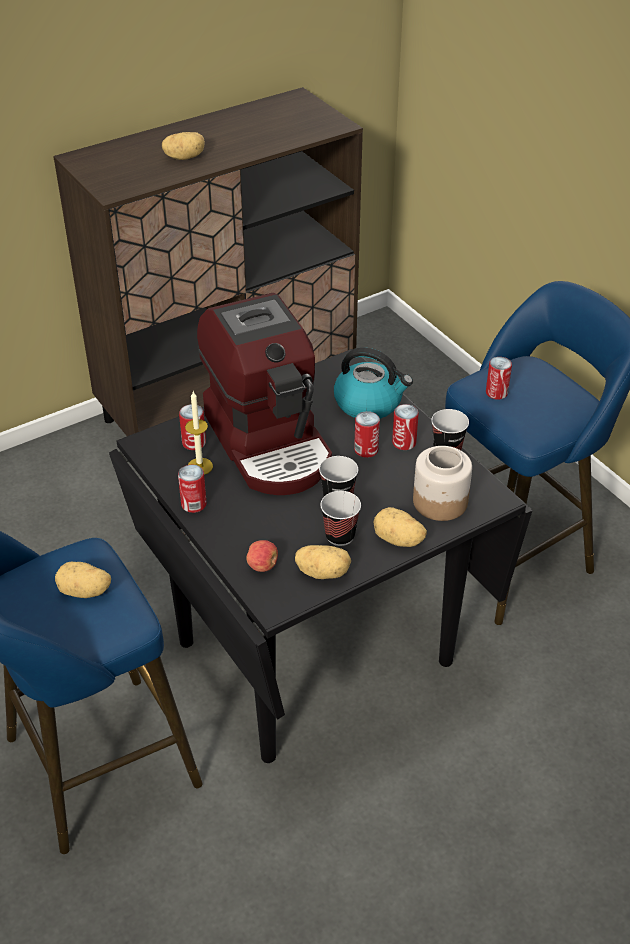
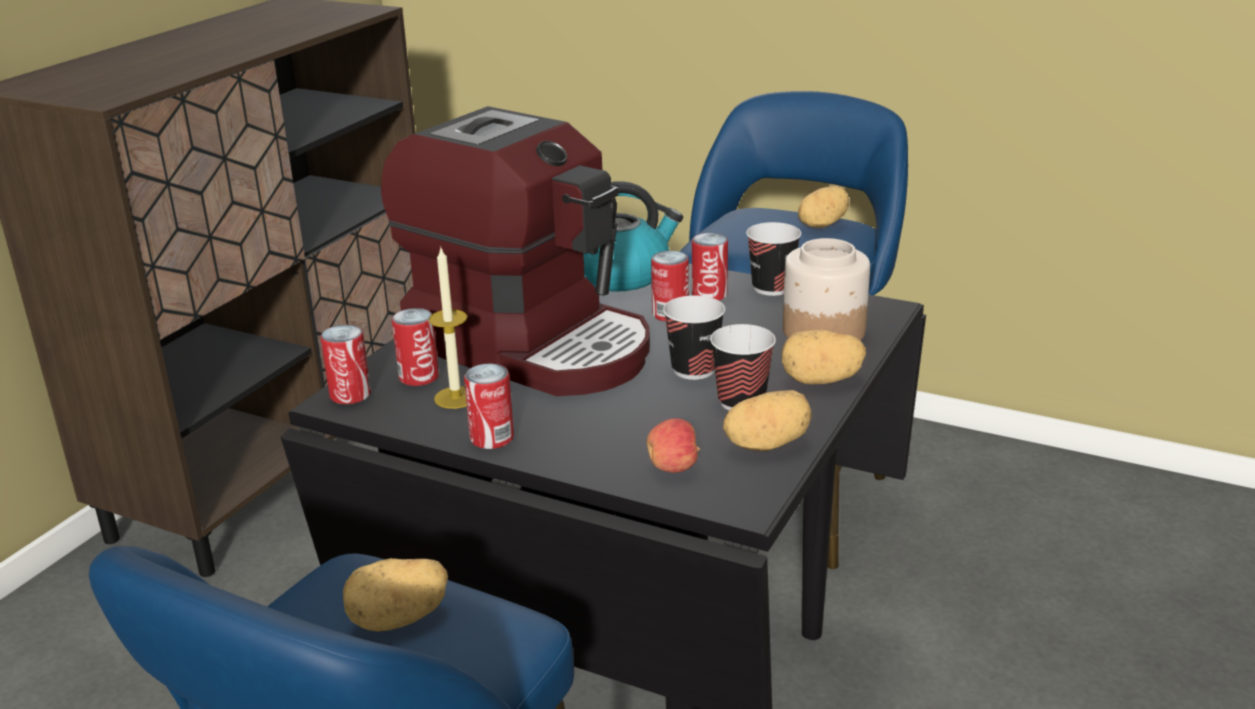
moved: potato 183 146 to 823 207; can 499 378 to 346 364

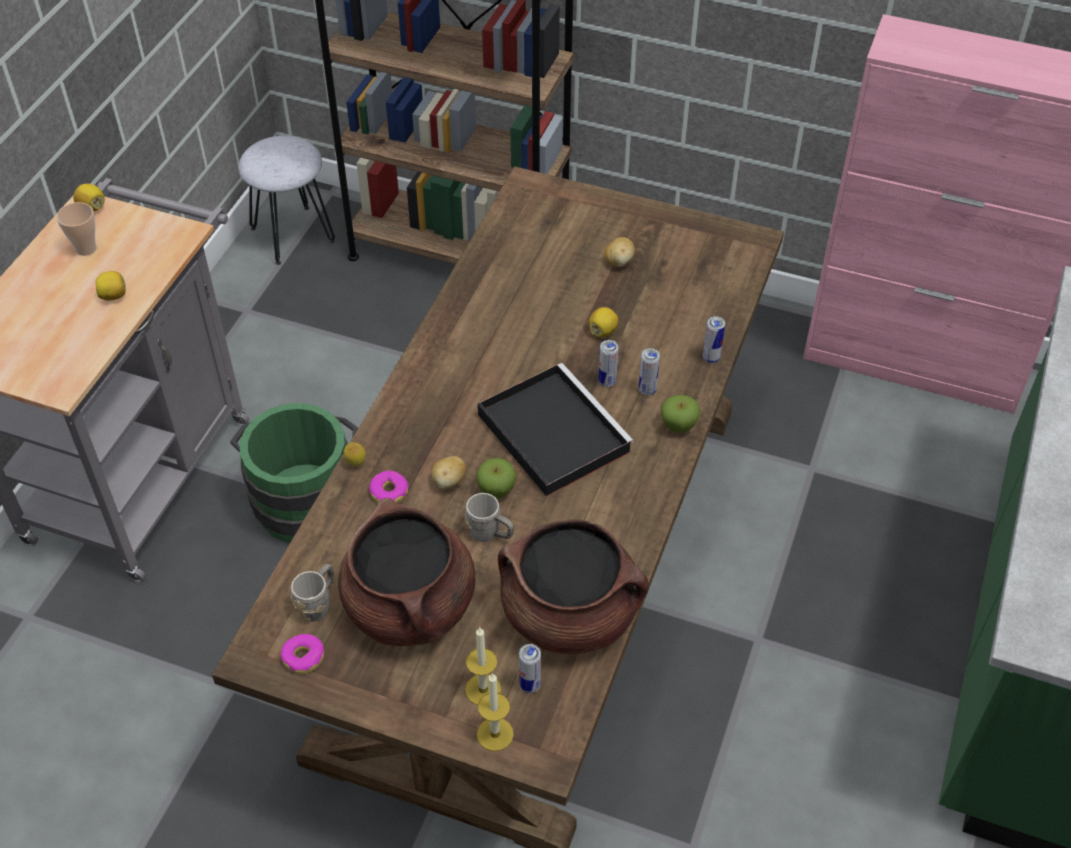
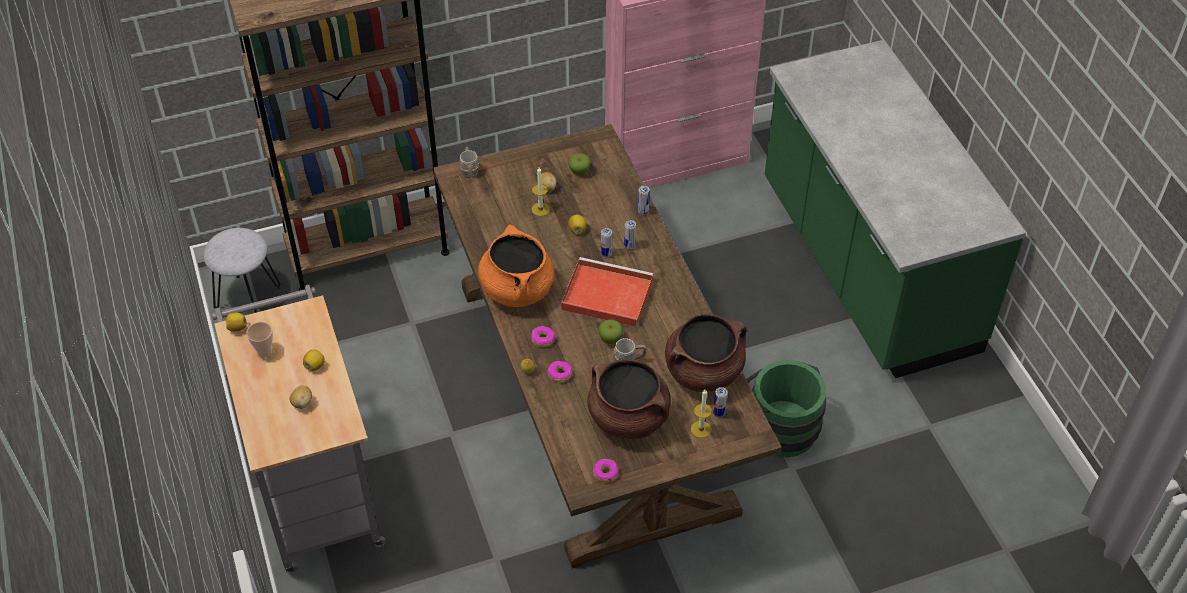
added: orange cooking pot 516 266; donut 543 336
moved: green bucket 294 473 to 786 409; grey mug 312 593 to 469 162; potato 449 472 to 300 397; candle 495 712 to 541 191; apple 681 414 to 579 164
recoloured: black tray 556 429 to red tray 607 292

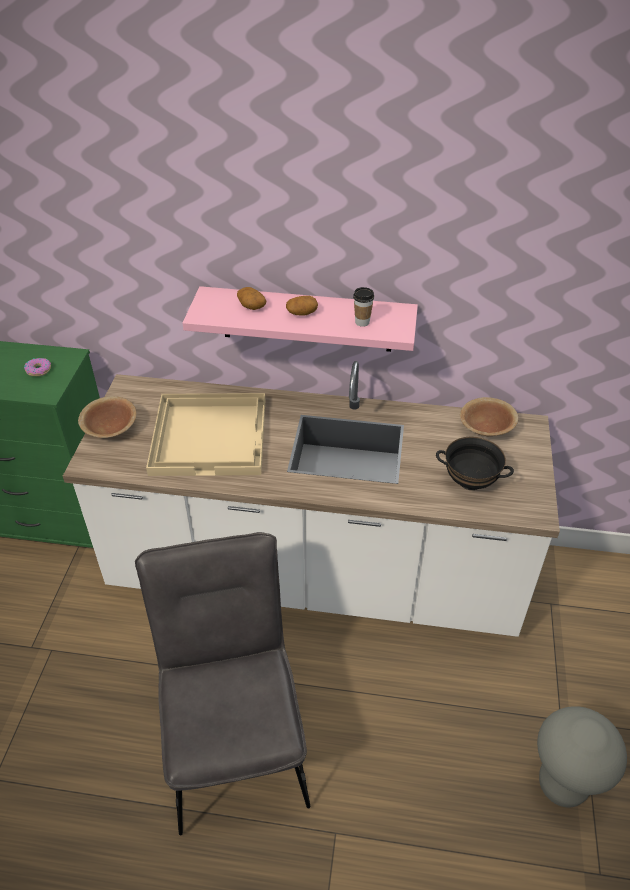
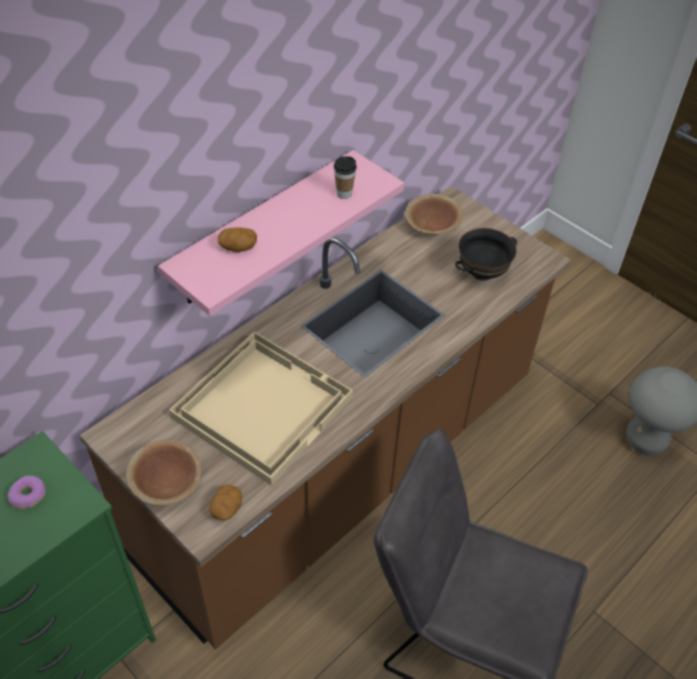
moved: potato 302 306 to 225 502
recoloured: white counter 311 499 to brown counter 325 418

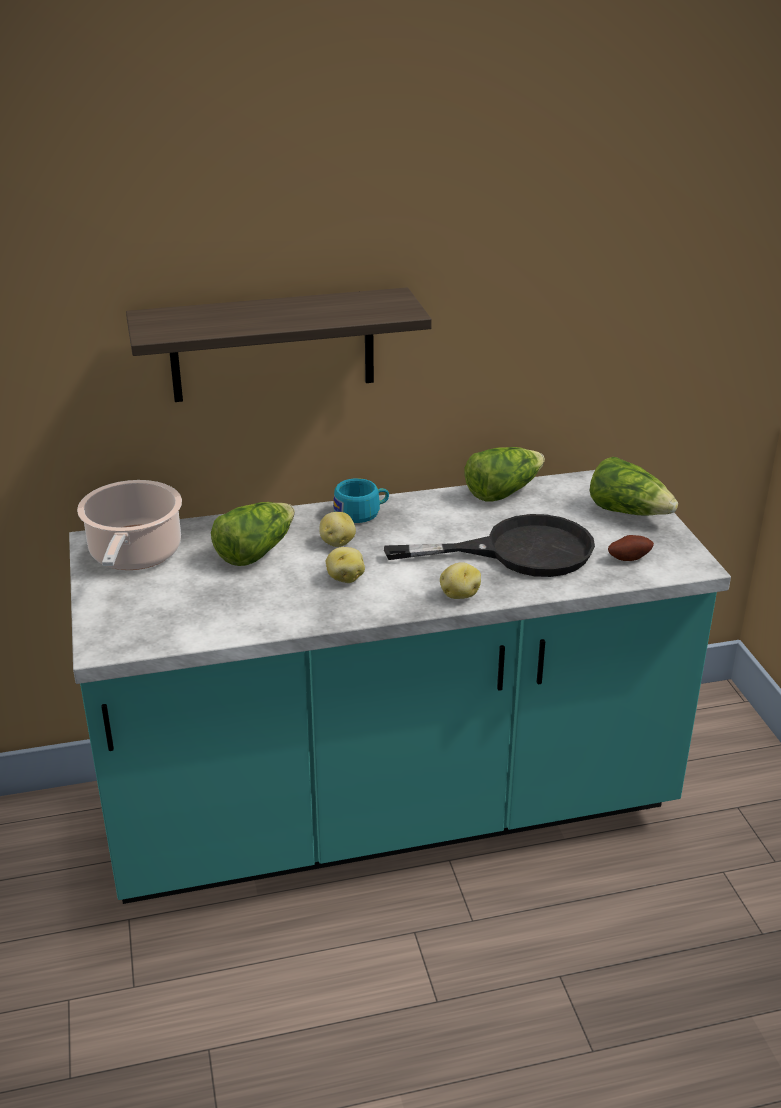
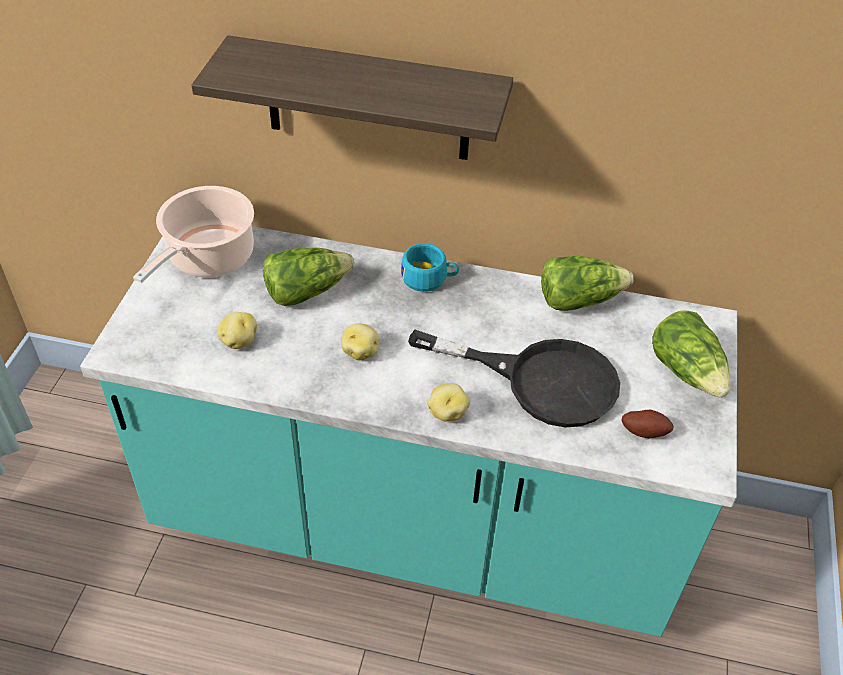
moved: potato 337 529 to 237 330

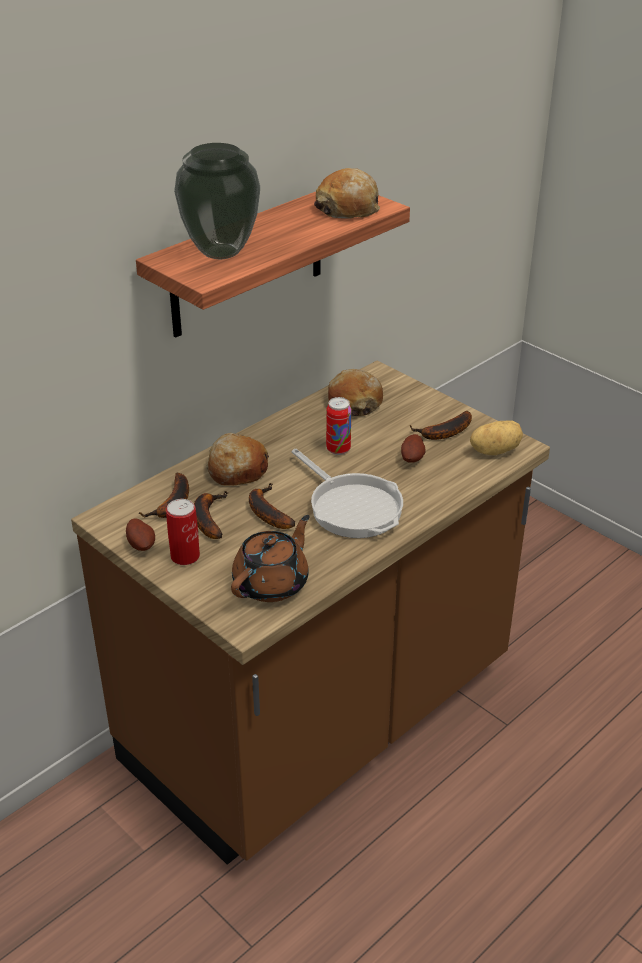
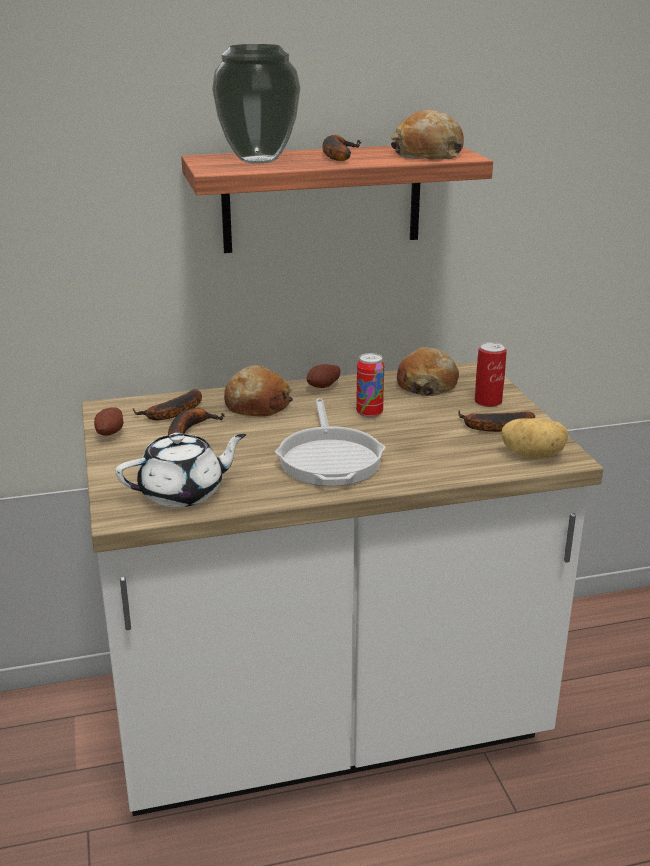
moved: can 183 532 to 491 374; banana 272 506 to 342 148; potato 413 448 to 323 376
recoloured: brown counter 310 613 to white counter 342 589; brown teapot 270 558 to white teapot 181 470

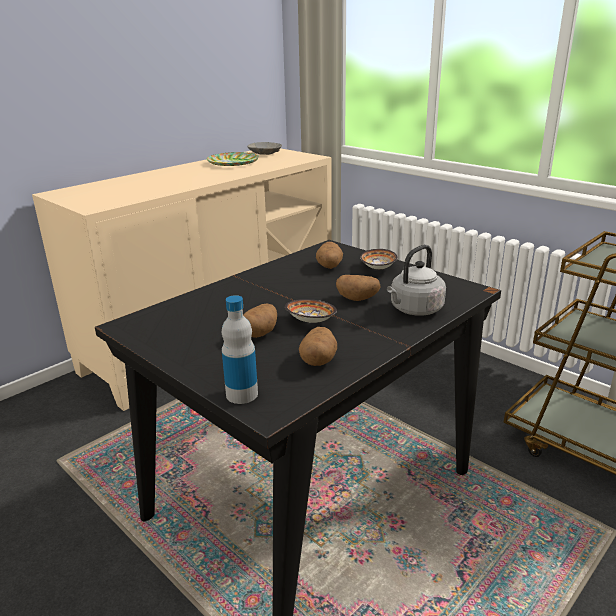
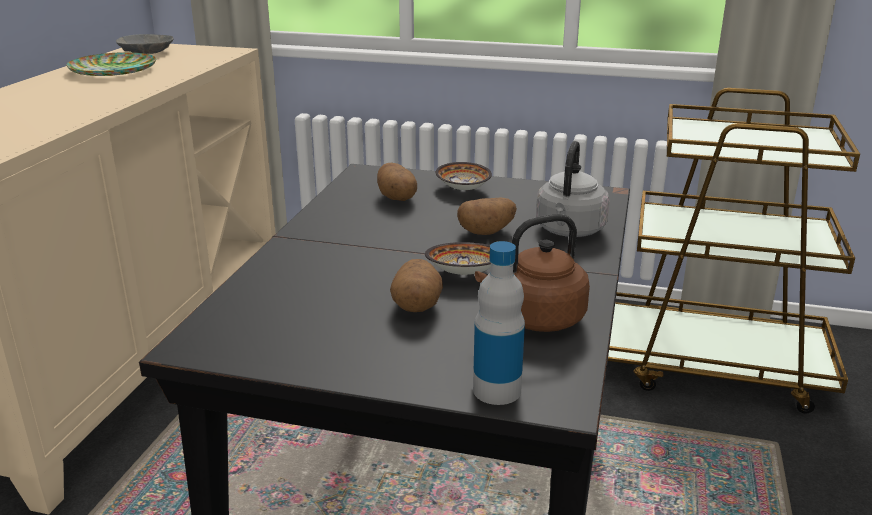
replaced: potato 318 346 to brown kettle 532 273

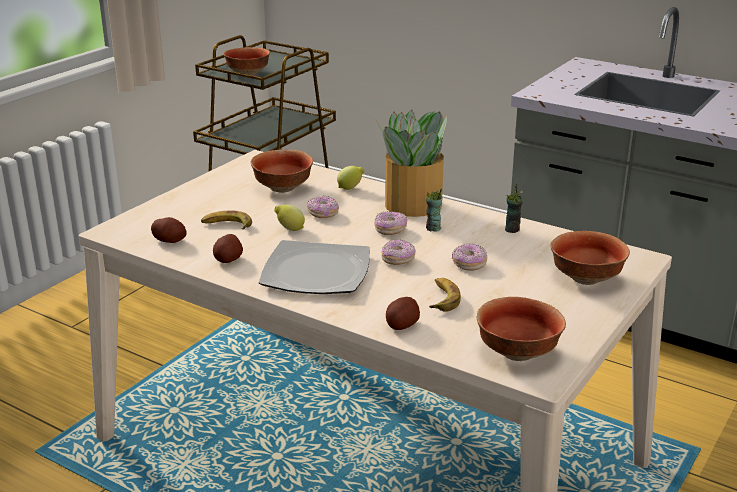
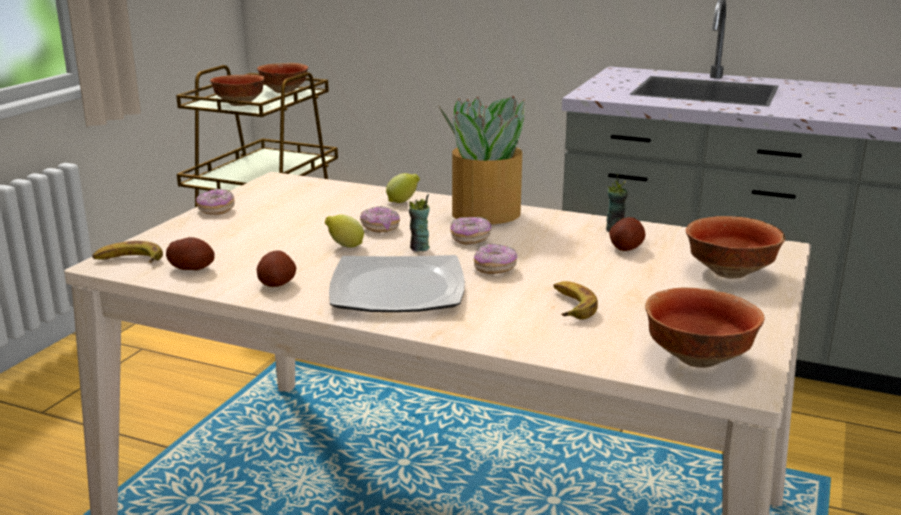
moved: banana 226 220 to 127 252; bowl 282 171 to 282 78; potato 403 313 to 627 234; cup 434 210 to 419 223; donut 469 257 to 215 202

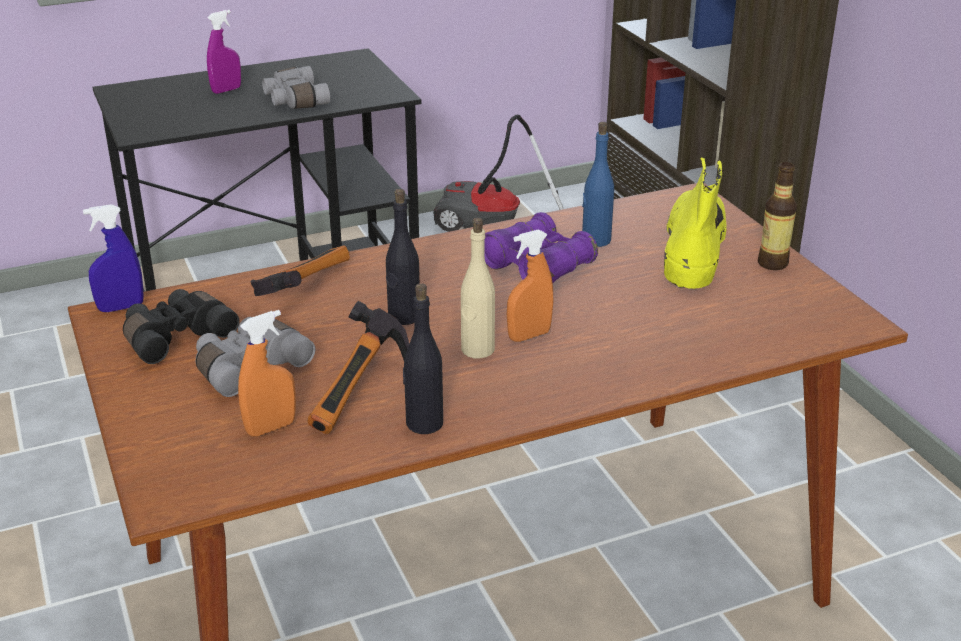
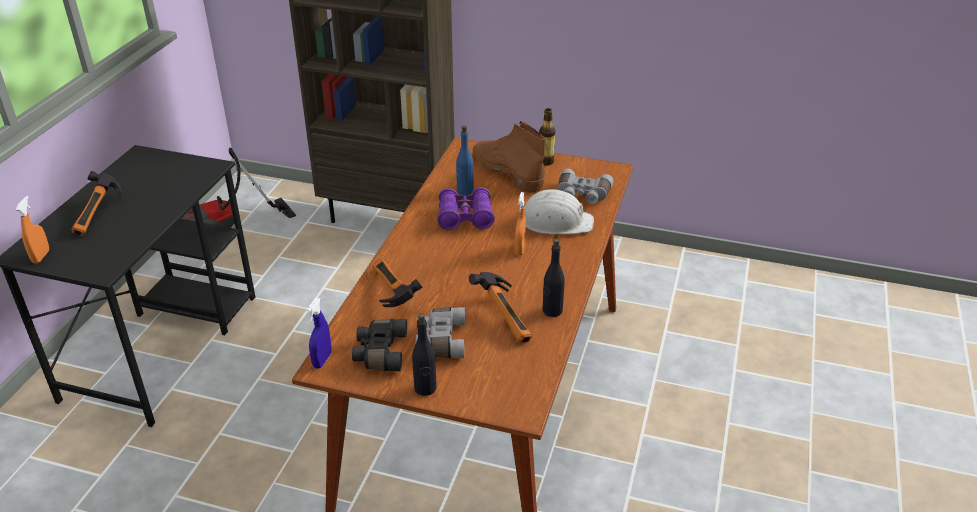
removed: beige bottle 478 287
added: white hard hat 555 212
moved: orange spray bottle 267 373 to 32 229; grey binoculars 296 87 to 586 186; black bottle 403 257 to 424 354
replaced: purple spray bottle 224 52 to hammer 96 203
recoloured: yellow boot 695 223 to brown boot 508 157

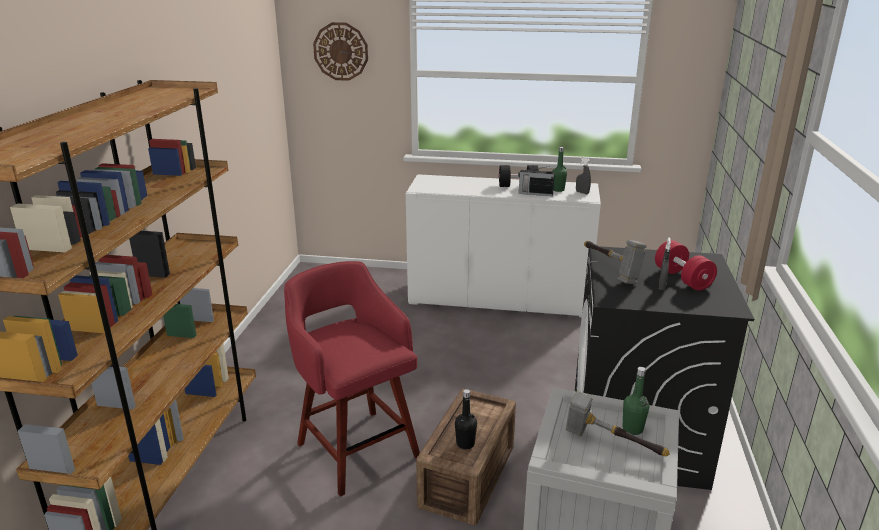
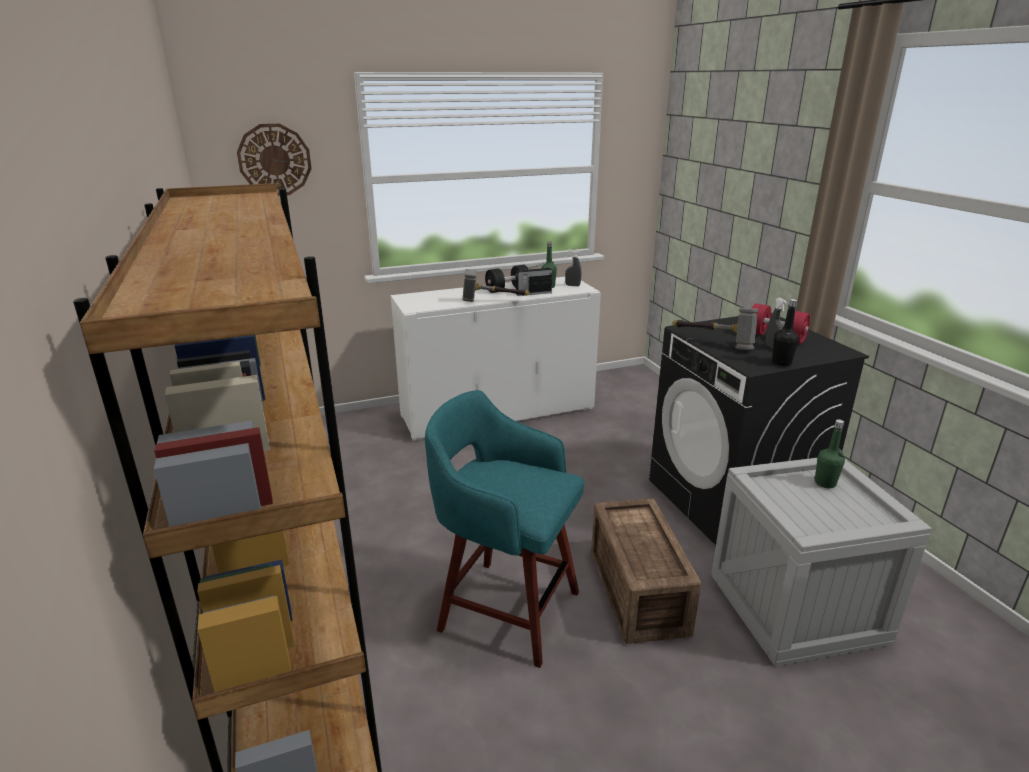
moved: black bottle 466 419 to 785 332; hammer 618 423 to 496 285
recoloured: red stool 352 379 to turquoise stool 504 529

